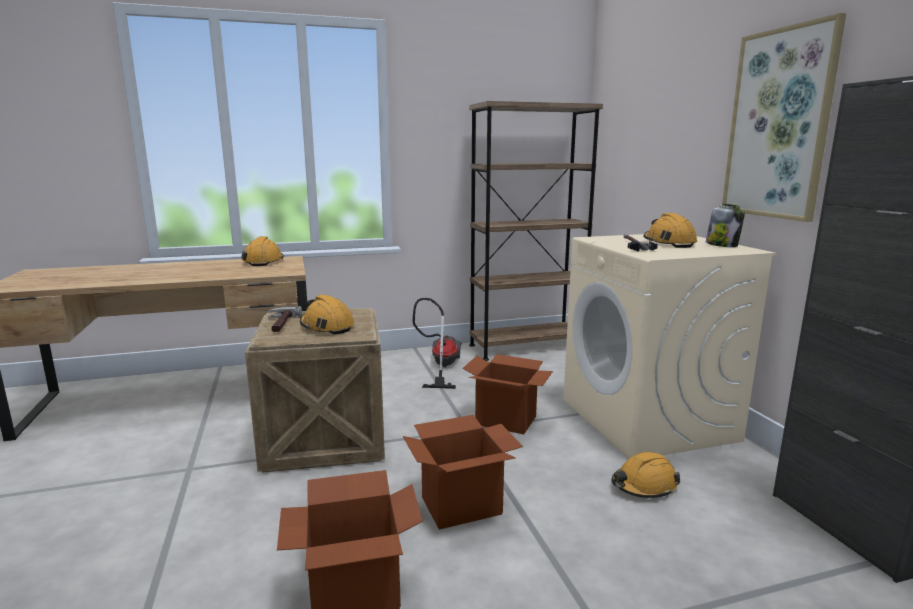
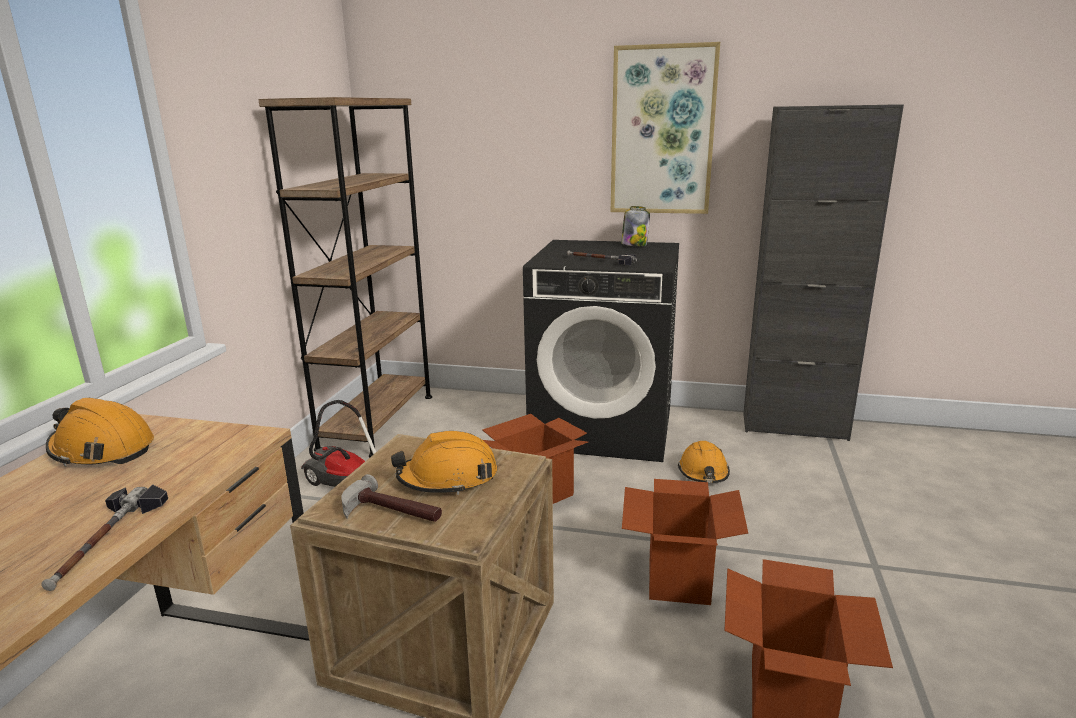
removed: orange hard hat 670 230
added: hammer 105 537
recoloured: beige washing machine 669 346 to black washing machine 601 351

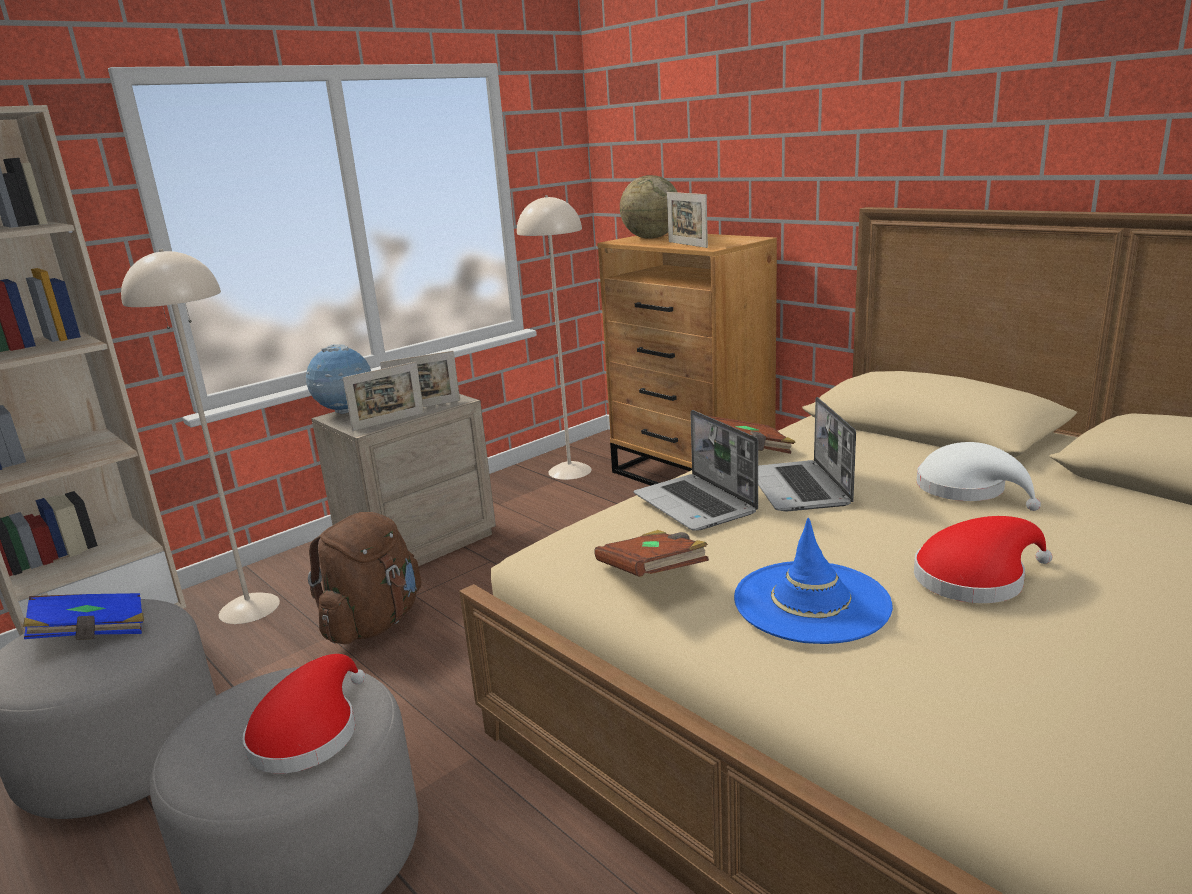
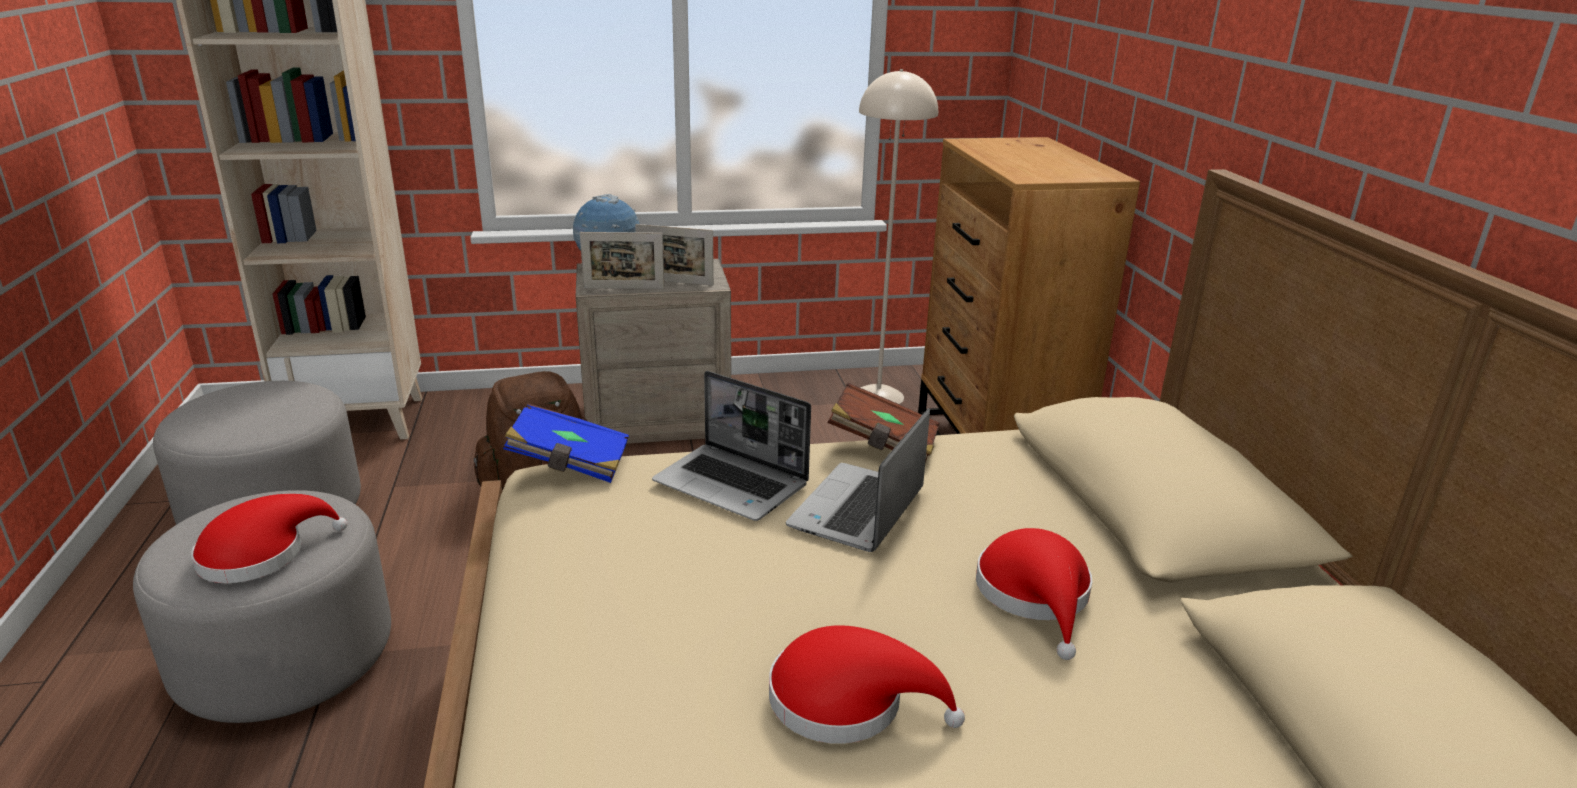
removed: beige floor lamp 200 436; brown book 651 553; globe 648 207; picture frame 687 220; blue hat 813 581
moved: blue book 83 616 to 566 443
recoloured: white hat 979 476 to red hat 1034 594
turned: laptop 695 470 = 731 446 60 degrees counterclockwise

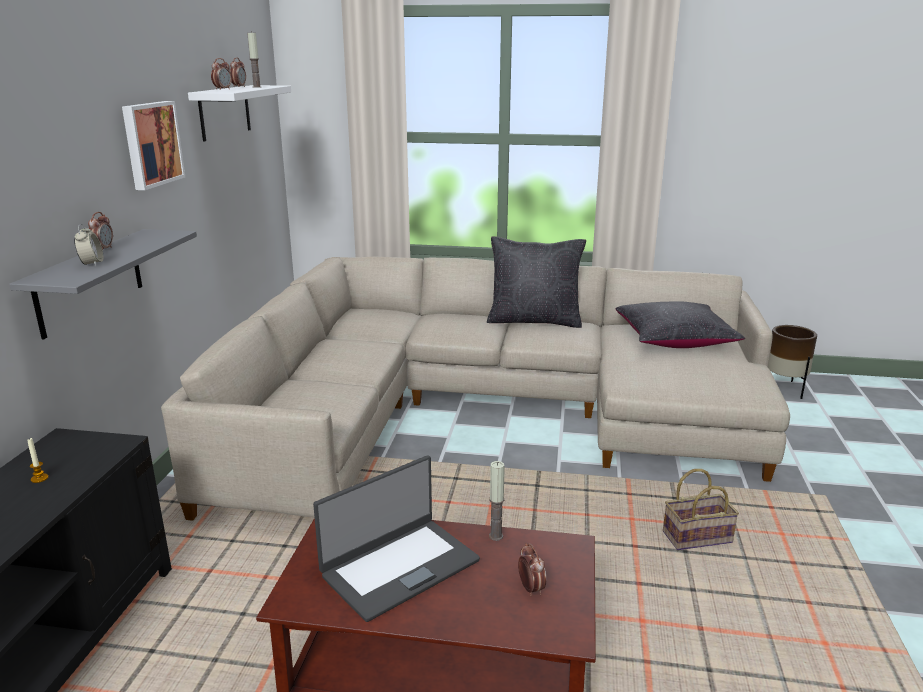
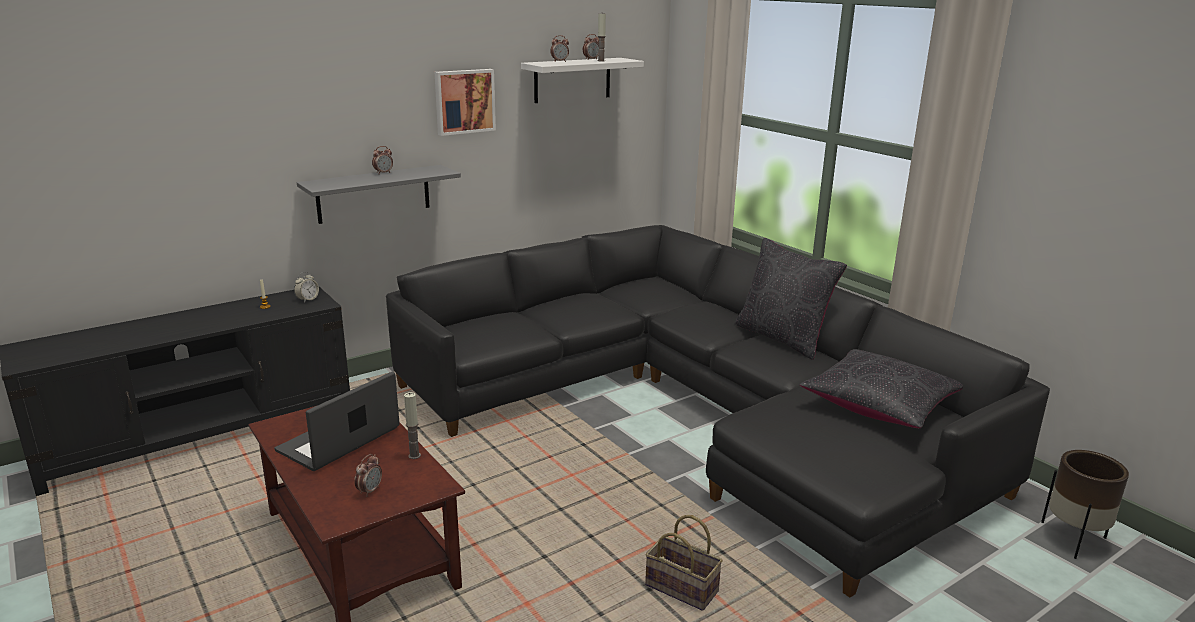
moved: alarm clock 88 245 to 306 287
recoloured: beige sofa 475 389 to black sofa 718 411
turned: laptop 396 539 = 337 421 120 degrees clockwise

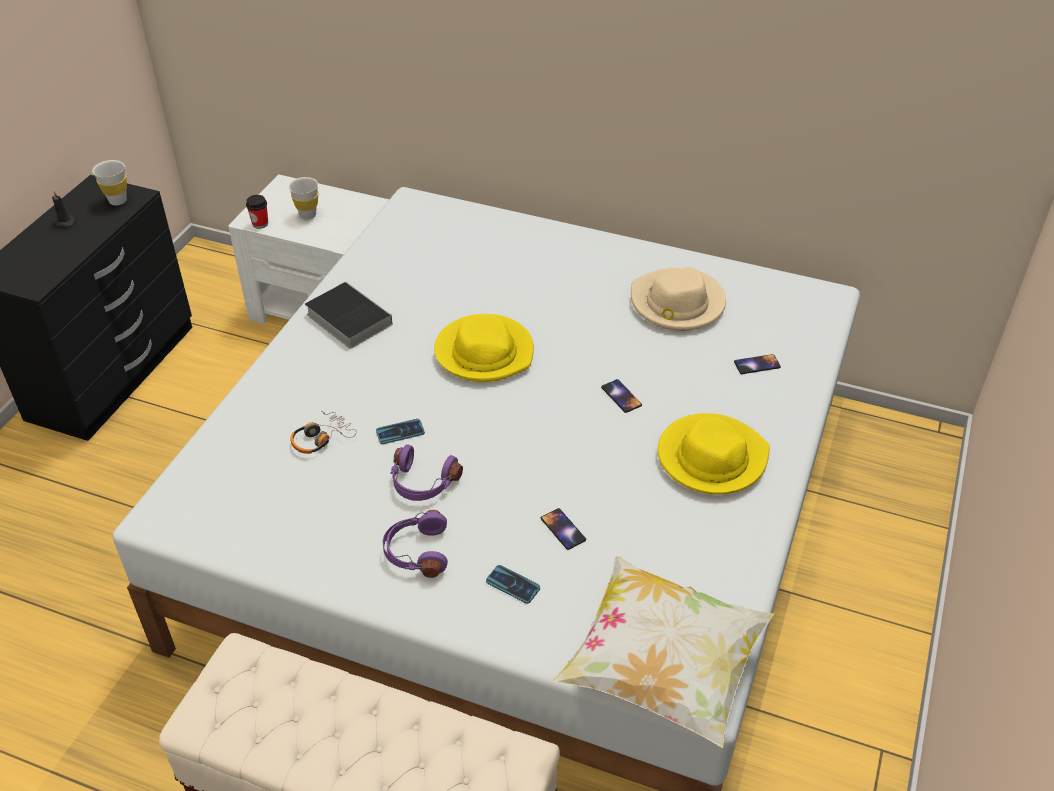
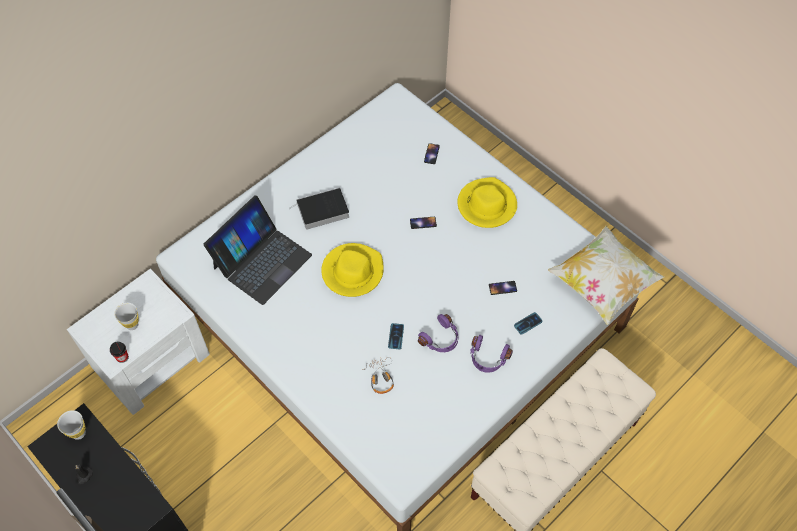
removed: beige hat 678 299
added: laptop 257 250
moved: book 349 315 to 319 208

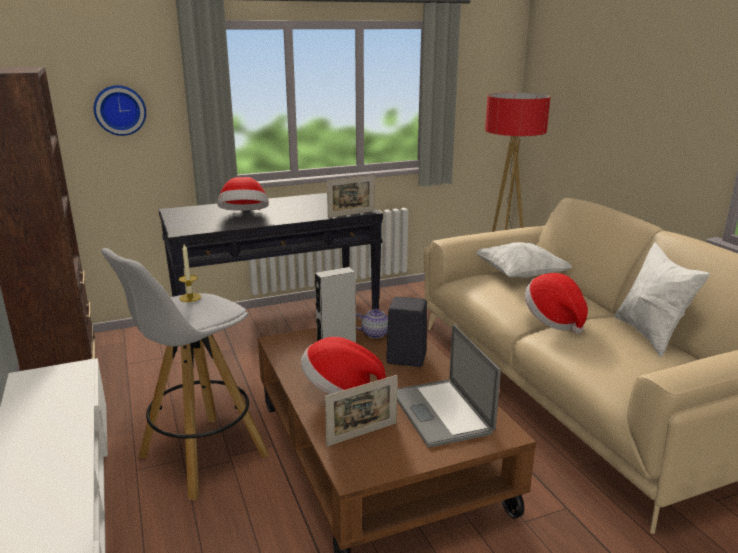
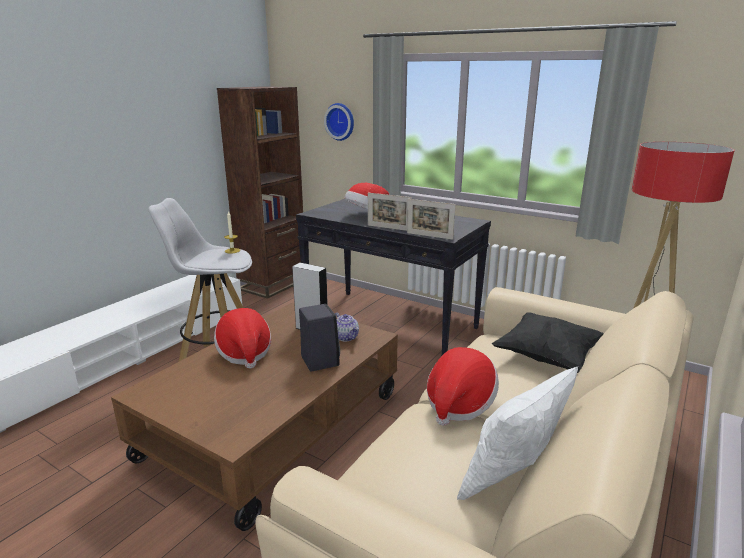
removed: laptop 449 385
moved: picture frame 361 410 to 390 212
recoloured: white pillow 524 260 to black pillow 548 343

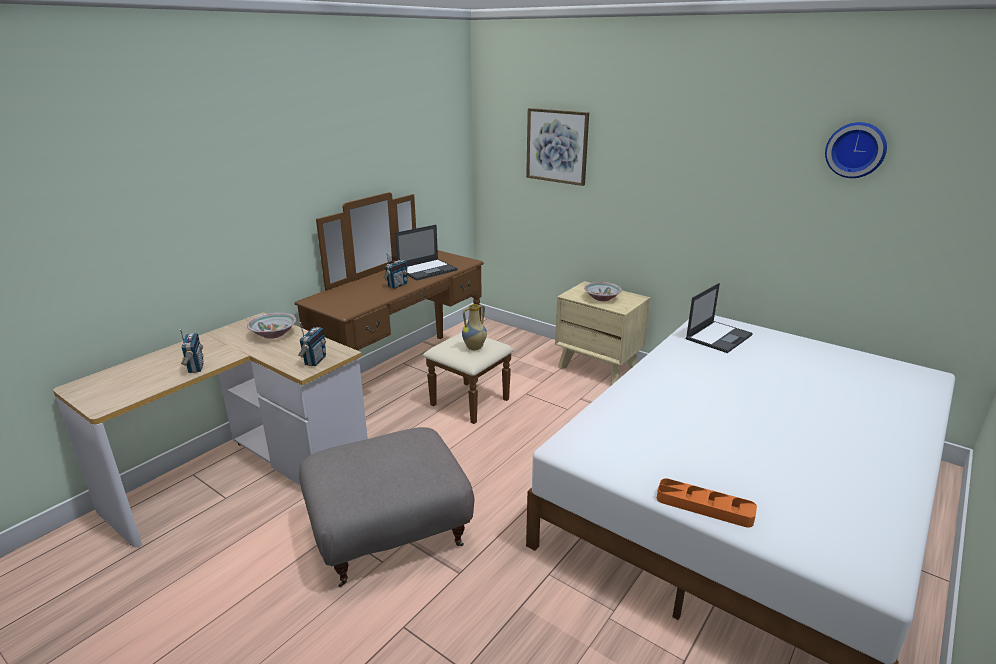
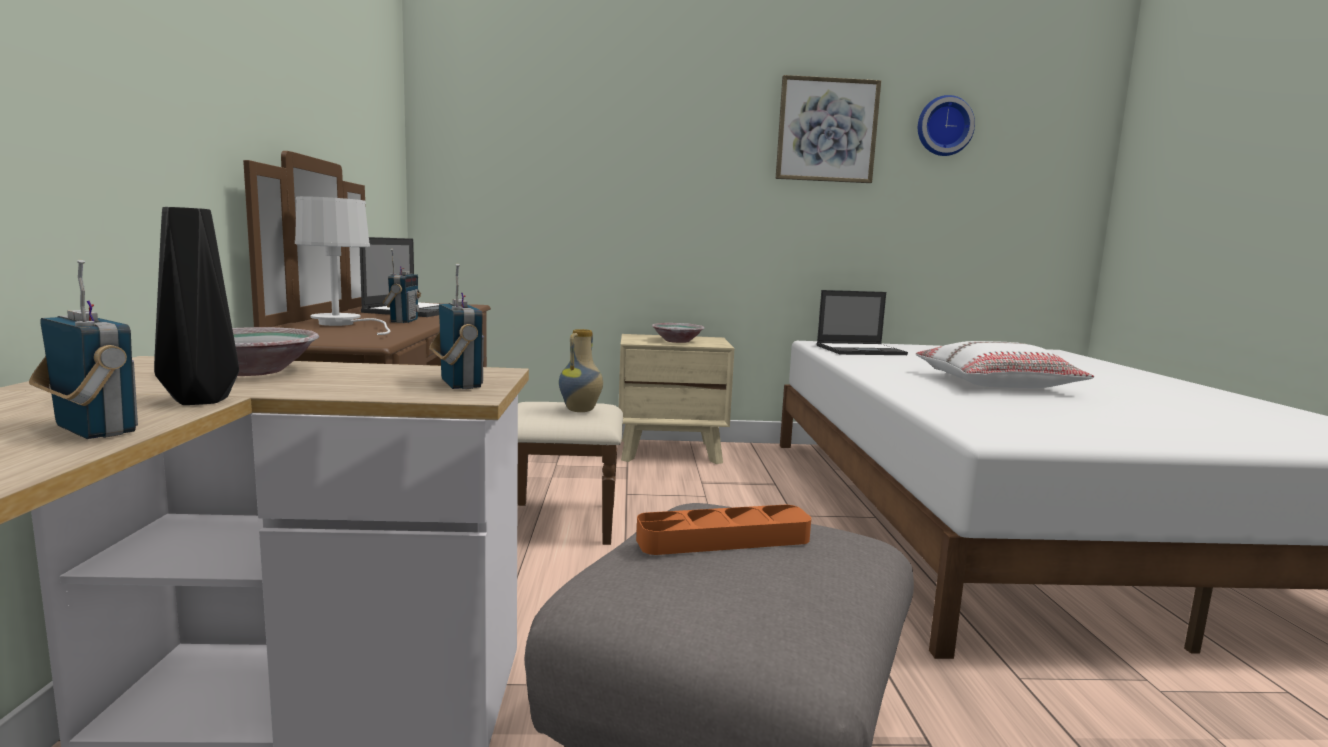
added: black vase 196 306; white table lamp 342 265; white pillow 1005 364
moved: picture 557 147 to 828 129; orange tray 707 503 to 723 530
turned: laptop 719 318 = 862 322 75 degrees clockwise

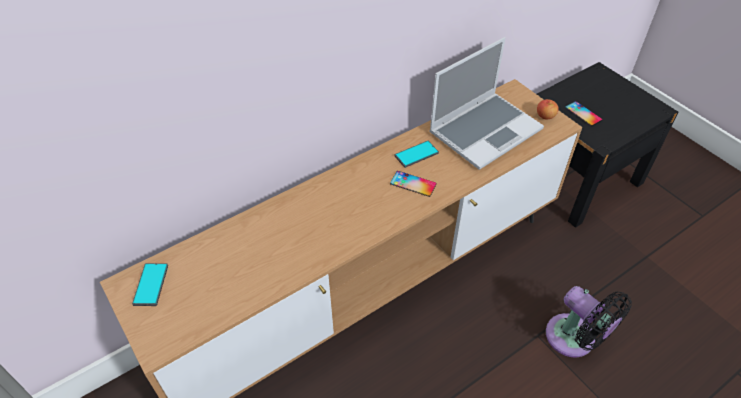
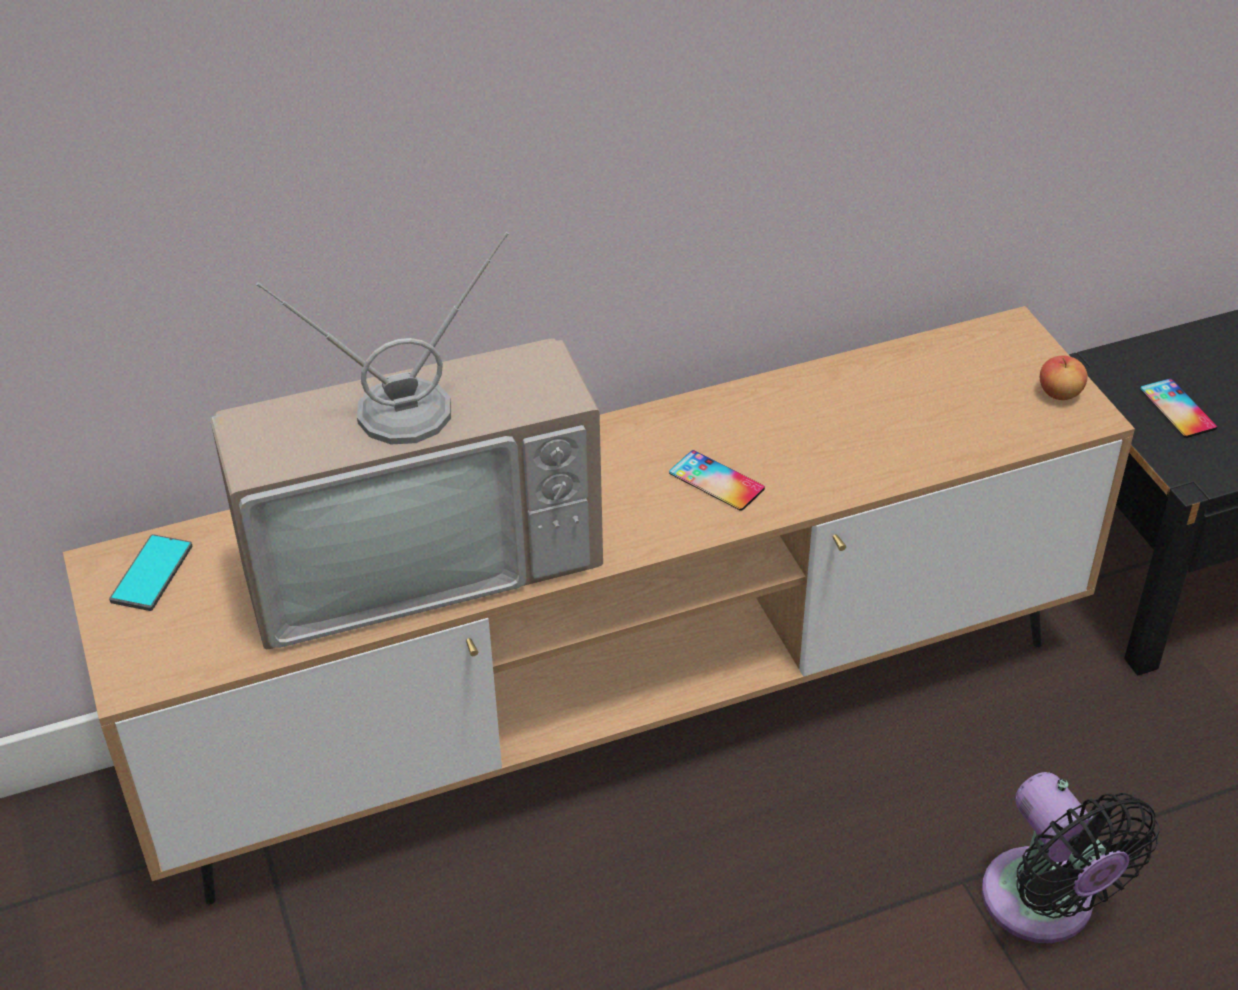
removed: phone 417 154; laptop 486 103
added: television 406 440

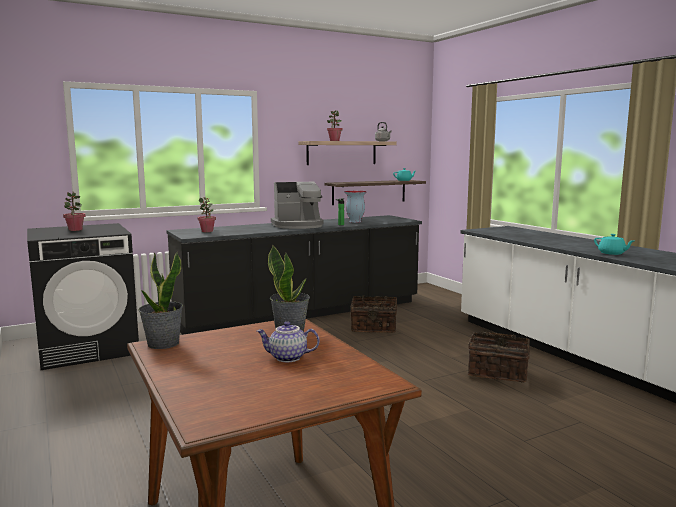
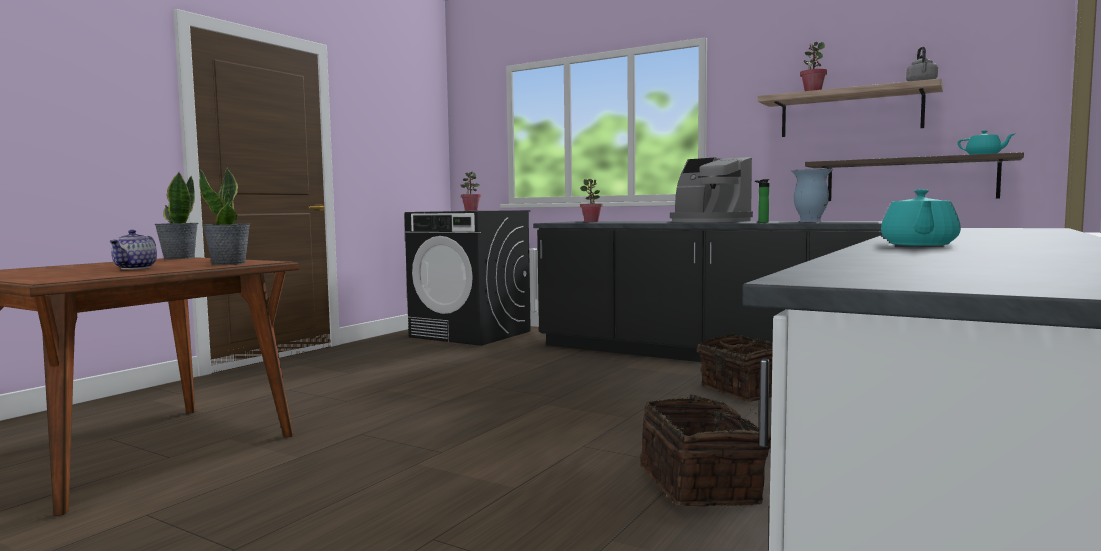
turned: teapot 288 341 = 133 250 150 degrees counterclockwise

